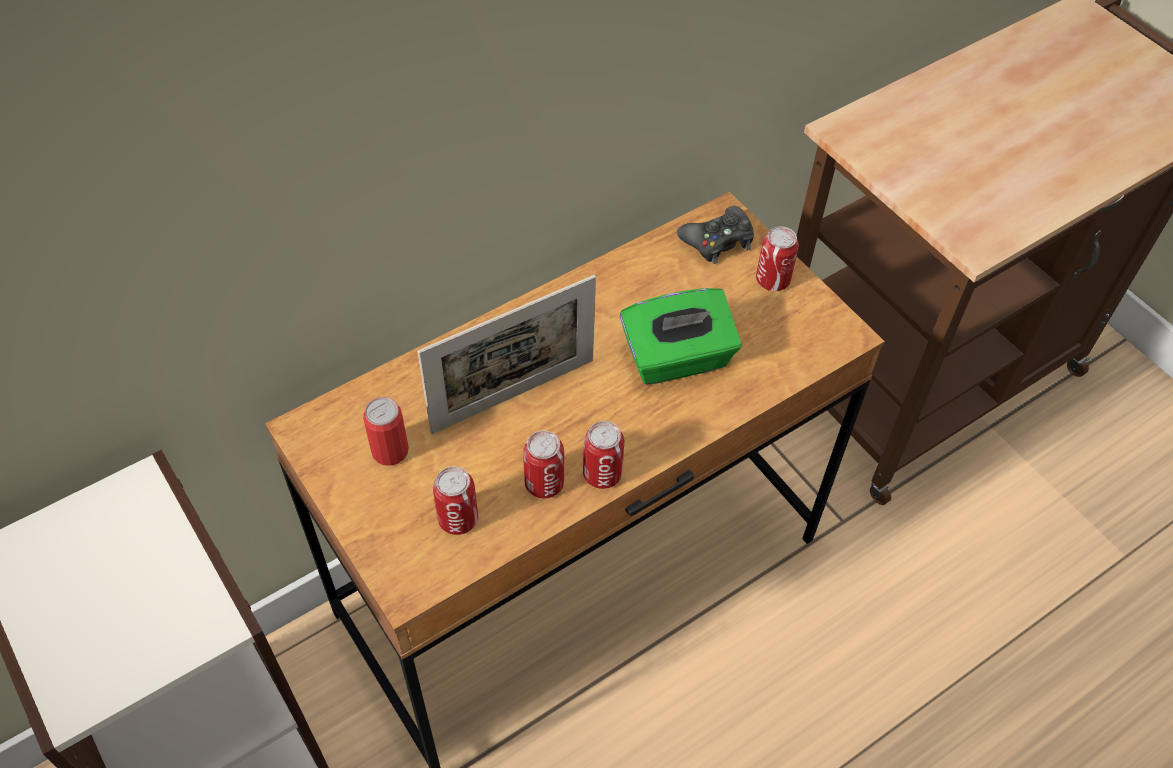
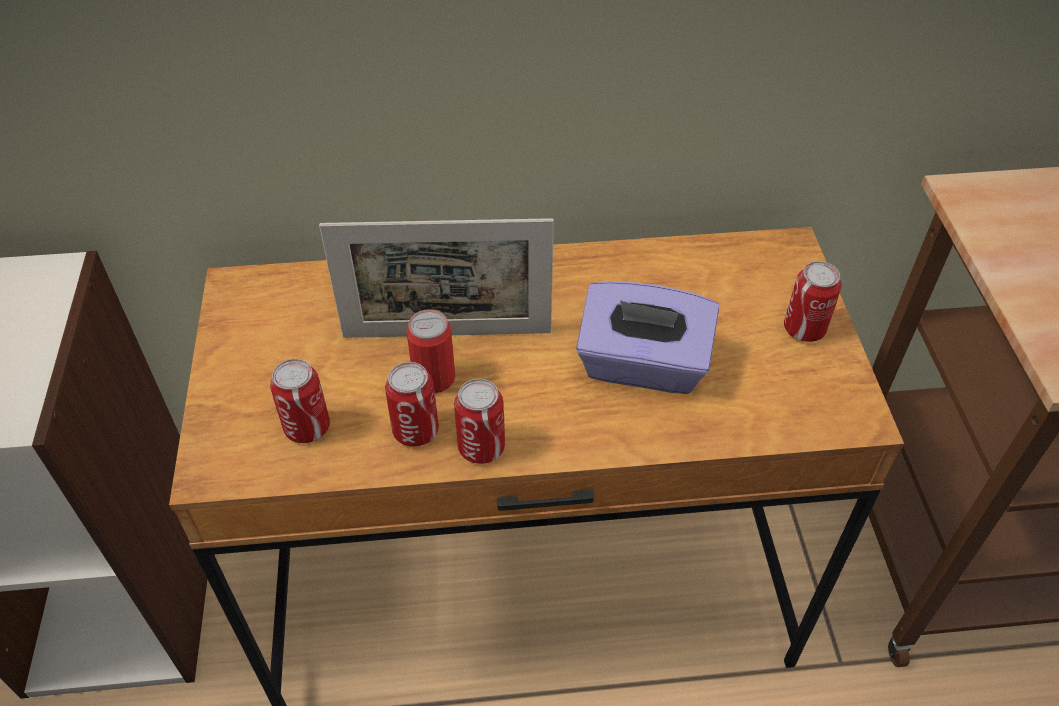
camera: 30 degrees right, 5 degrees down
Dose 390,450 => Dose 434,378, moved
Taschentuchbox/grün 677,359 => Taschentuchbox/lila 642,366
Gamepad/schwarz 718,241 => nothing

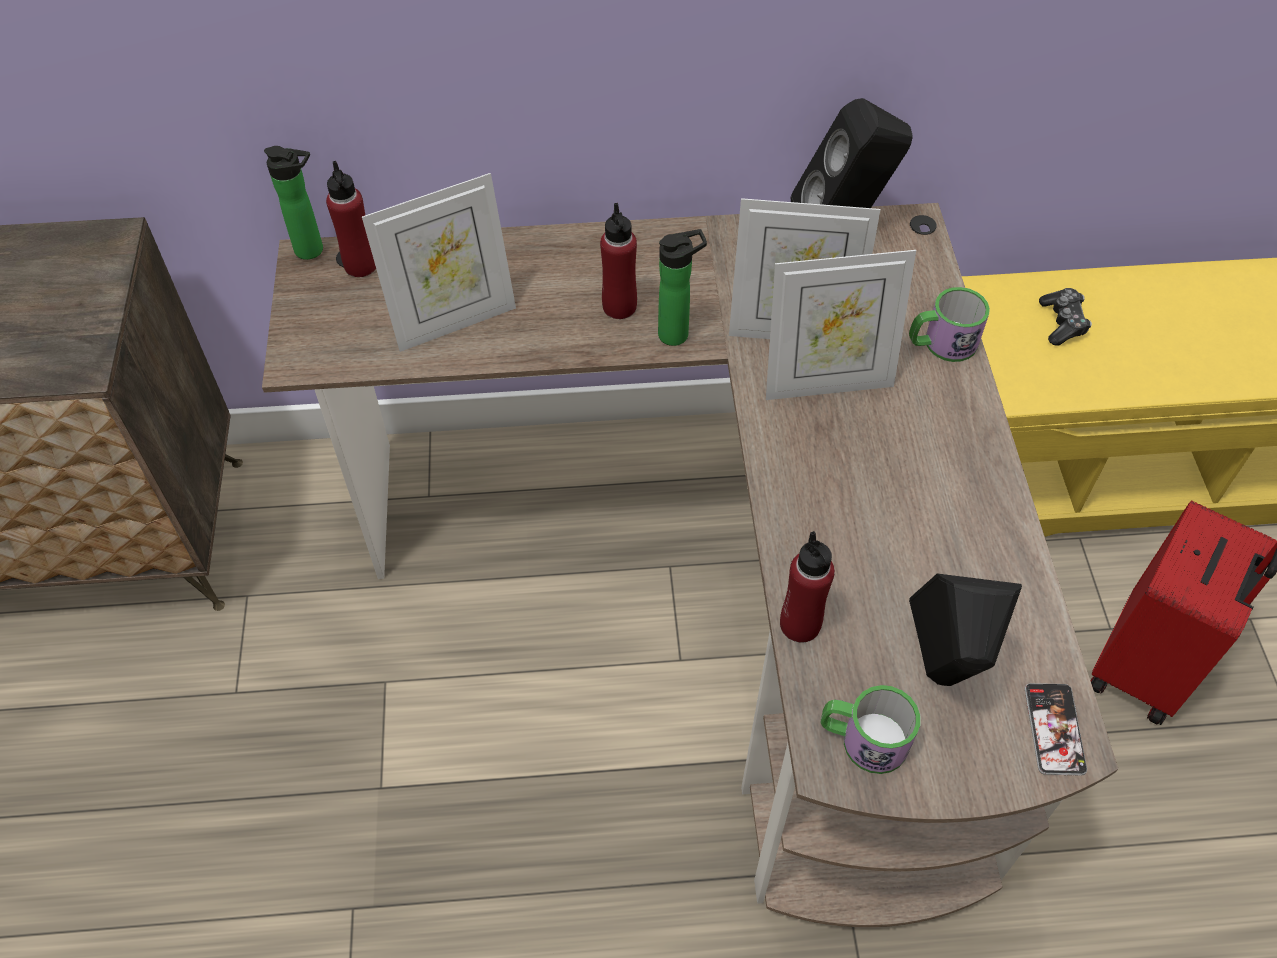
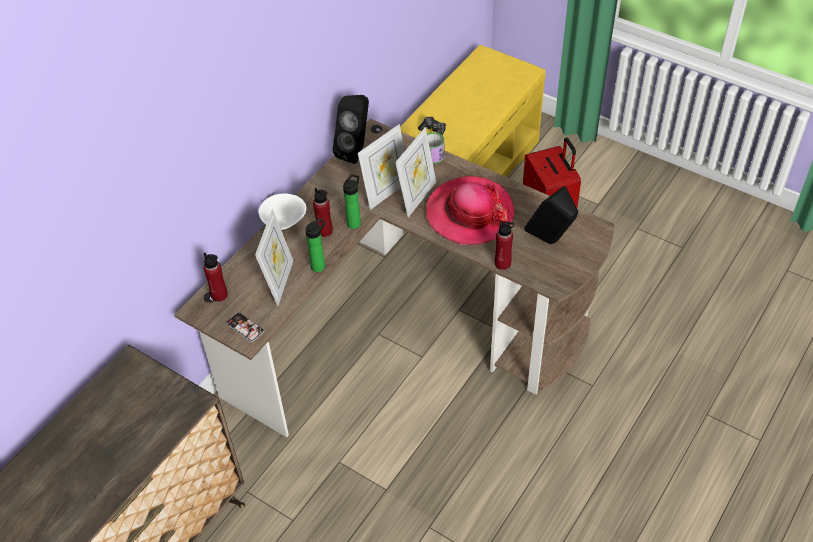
camera: 50 degrees left, 5 degrees down
Flasche 313,250 => Flasche 320,265, moved
Henkelbecher 863,739 => nothing
Handy 1054,729 => Handy 245,327, moved
nothing => Schüssel/weiß 284,223
nothing => Hut 469,213

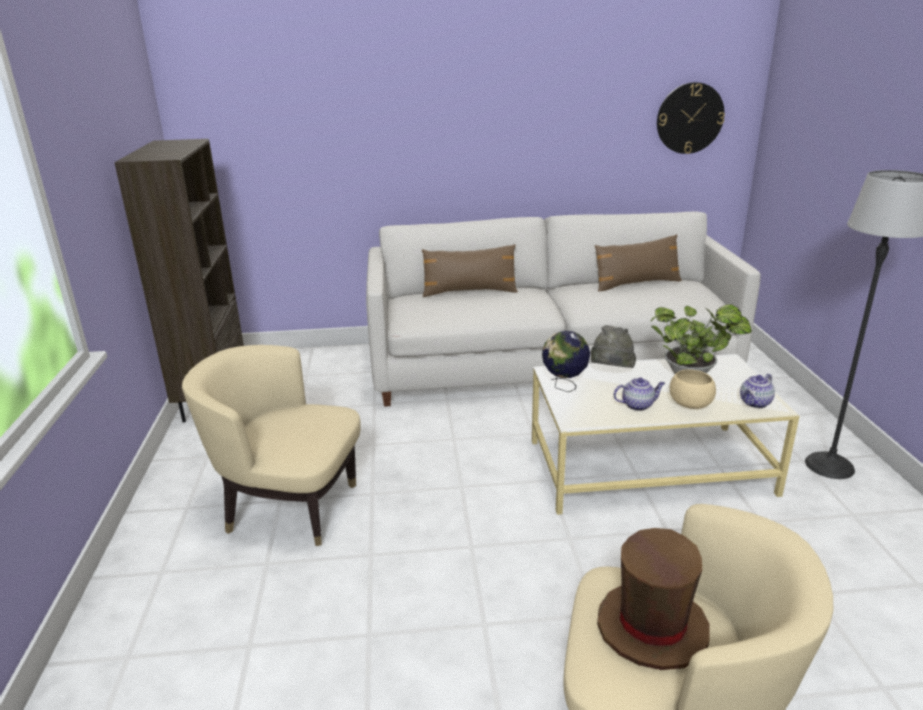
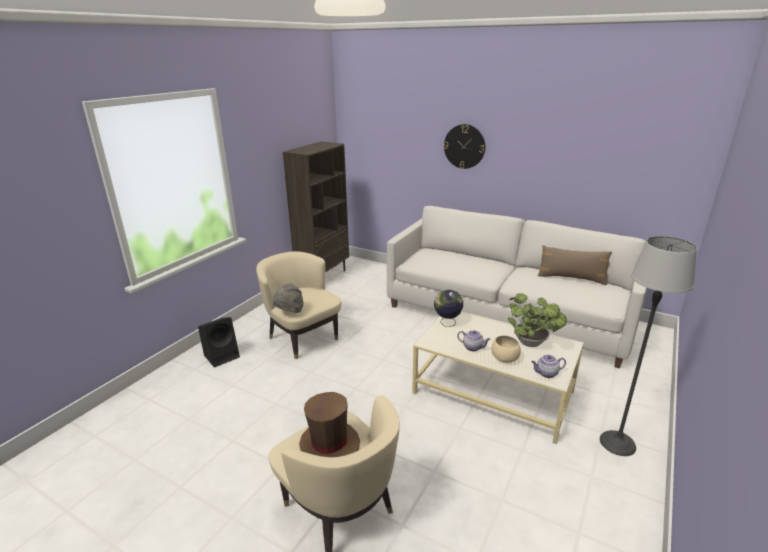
camera: 35 degrees right, 0 degrees up
Kissen/braun 469,292 => nothing
Hut/grau 610,372 => Hut/grau 289,311, moved
Wanduhr 690,118 => Wanduhr 464,146, moved
nothing => Lautsprecher/schwarz 222,356

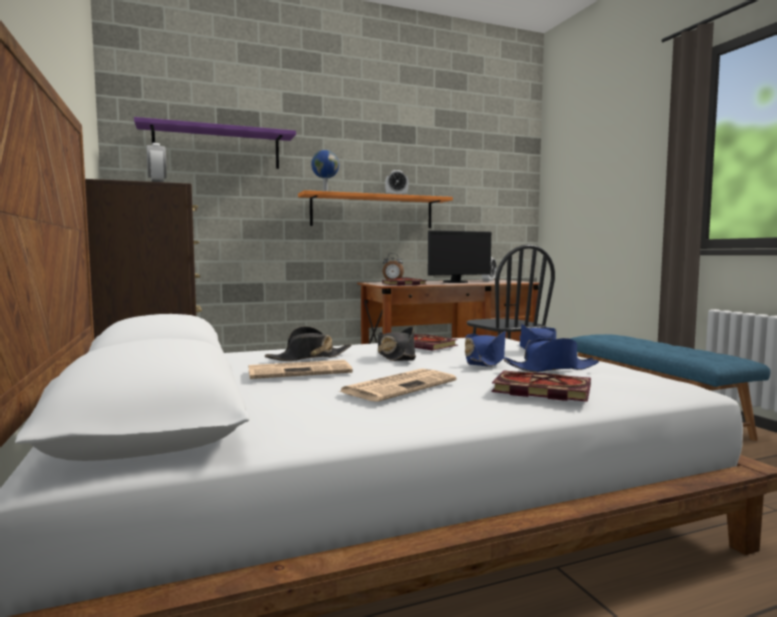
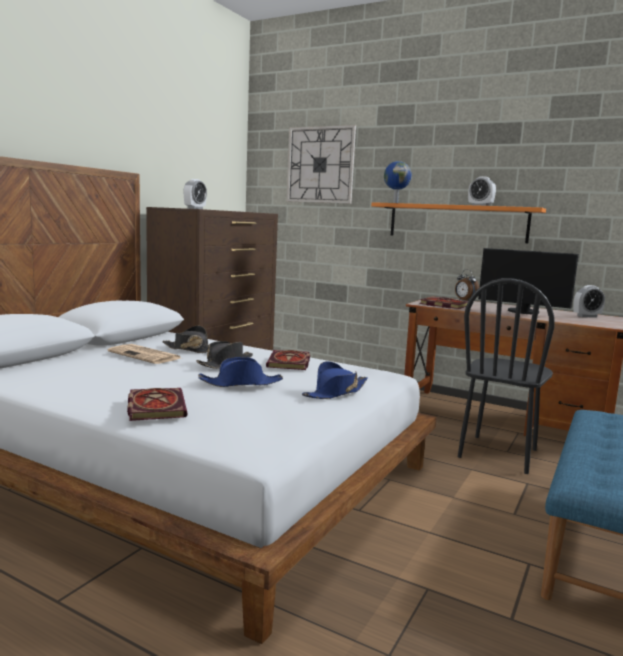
camera: 50 degrees right, 5 degrees up
Wandregal/lila 217,148 => Wanduhr 320,165
Zeitung 399,386 => nothing
Hut/blau 551,368 => nothing

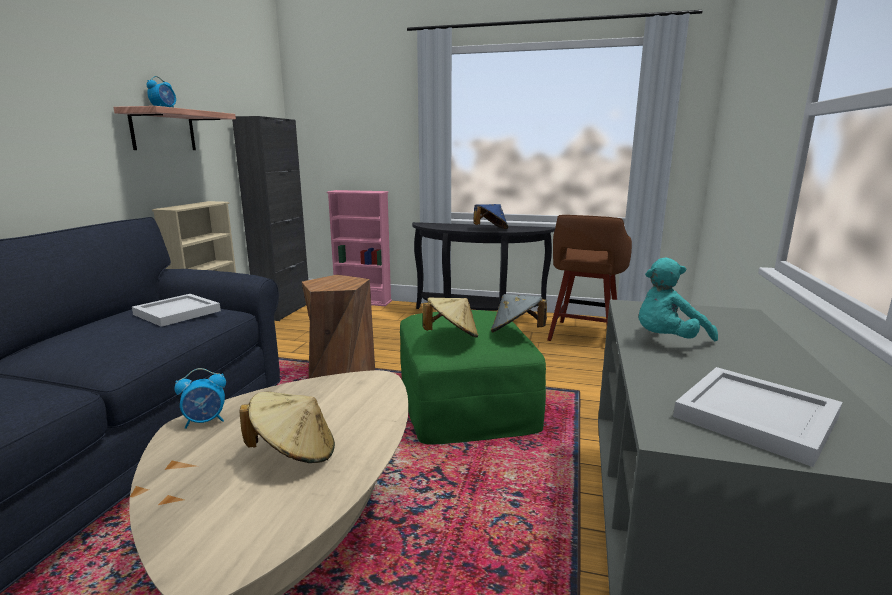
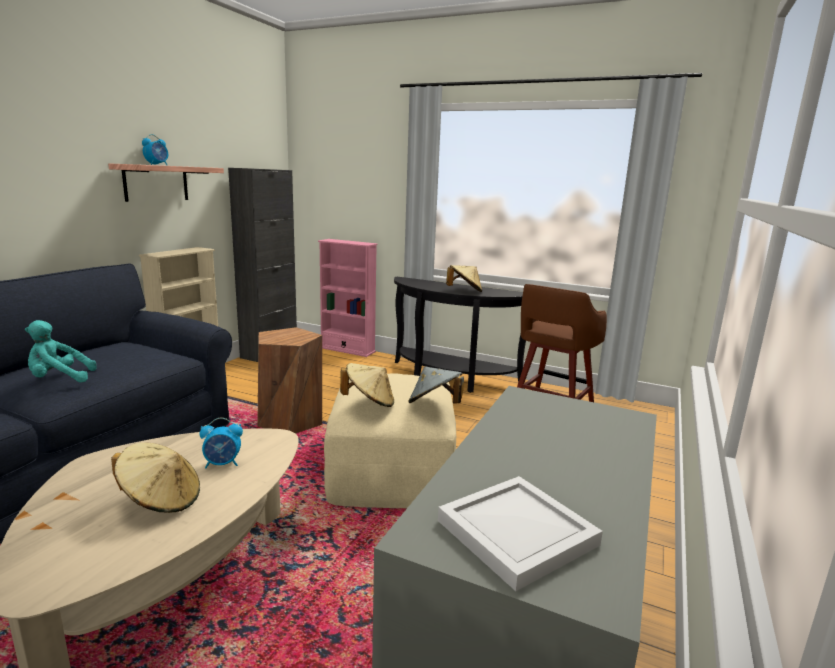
camera: 10 degrees right, 0 degrees up
Tablett/weiß 177,312 => nothing
Wecker 205,421 => Wecker 223,464, moved
Polsterhocker/grün 465,401 => Polsterhocker/beige 392,466
Hut/blau 490,229 => Hut/beige 464,291
Plüschtier/türkis 667,341 => Plüschtier/türkis 59,379, moved

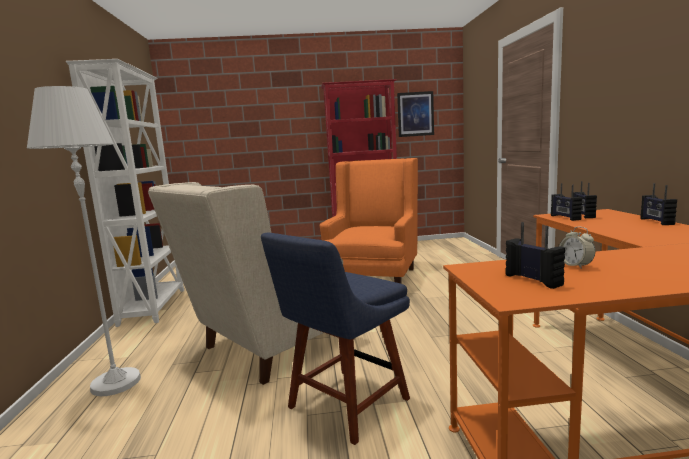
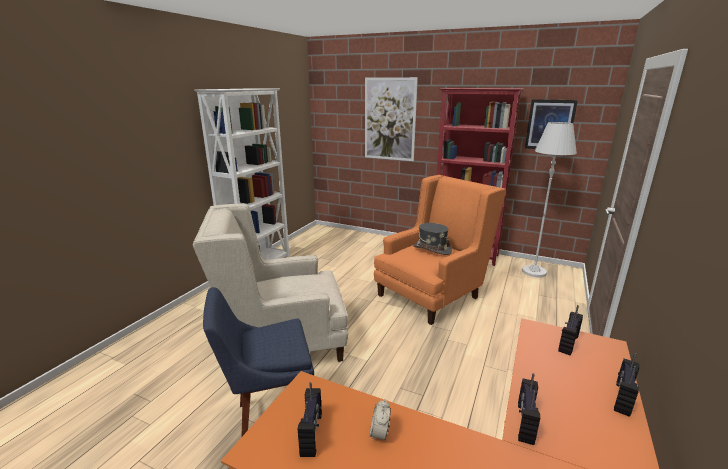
camera: 30 degrees right, 10 degrees up
Stehlampe/weiß 116,383 => Stehlampe/weiß 534,272, moved
Radio 565,217 => Radio 524,423, moved
nothing => Bild 389,119
nothing => Hut/grau 432,249

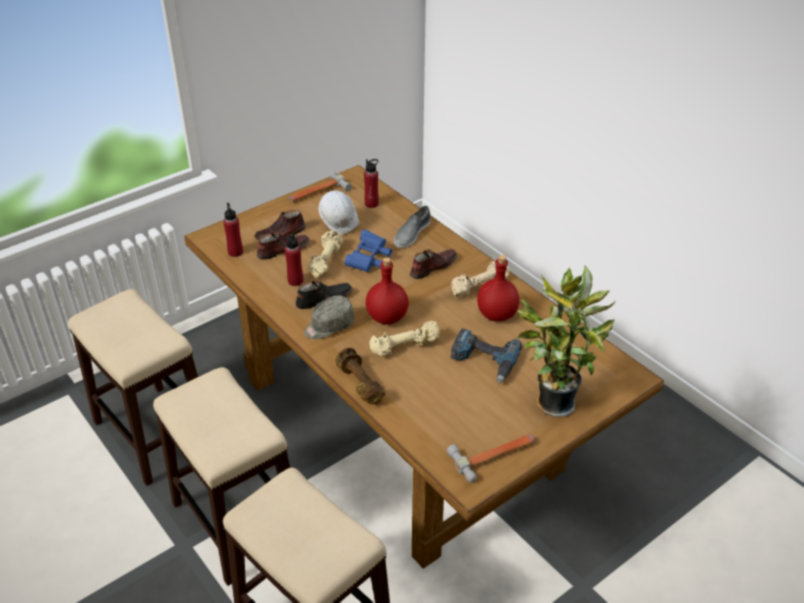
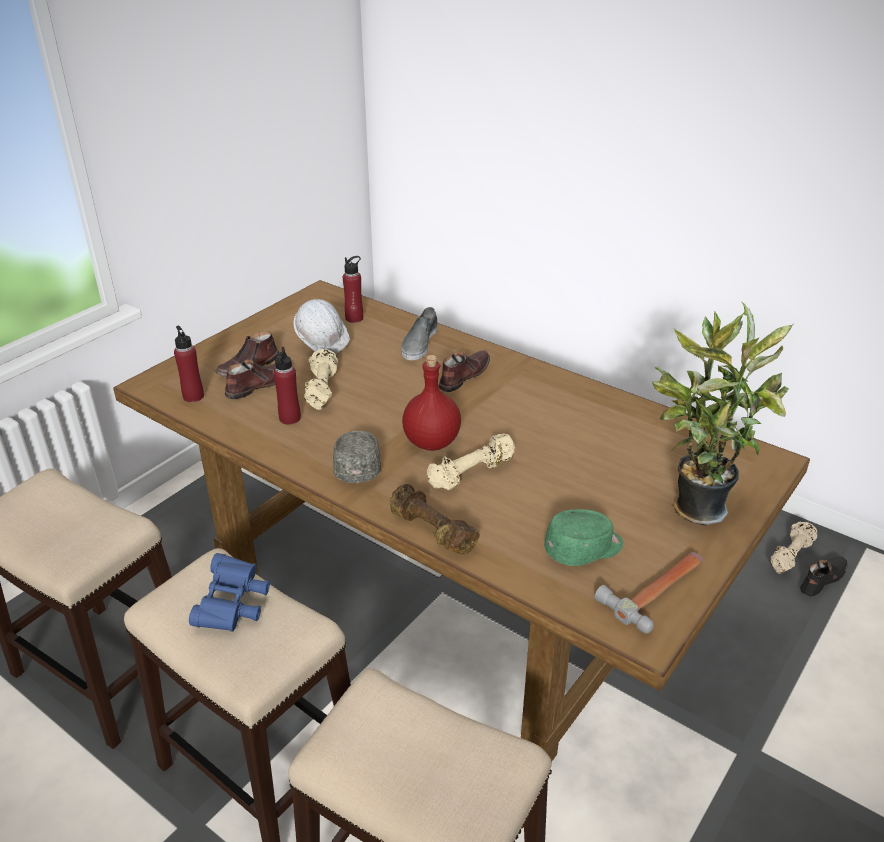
camera: 15 degrees left, 5 degrees down
Hammer 317,192 => nothing
Schuh/schwarz 324,299 => Schuh/schwarz 822,579, moved
Kappe/grau 329,326 => Kappe/grau 358,465, 135 degrees clockwise
Fernglas/blau 369,260 => Fernglas/blau 233,606, moved
Hantel/beige 479,286 => Hantel/beige 790,555, moved
Bohrmaschine 483,360 => nothing
Flasche/rot 497,314 => nothing
nothing => Kappe/grün 584,549

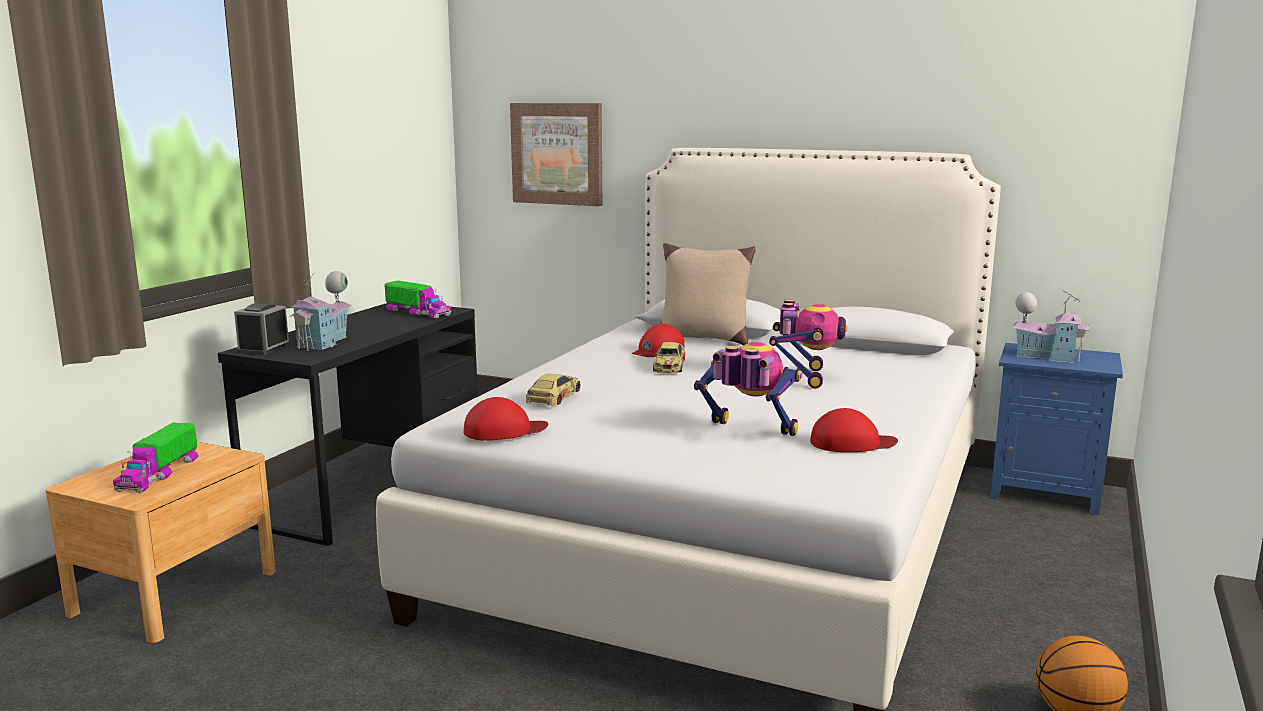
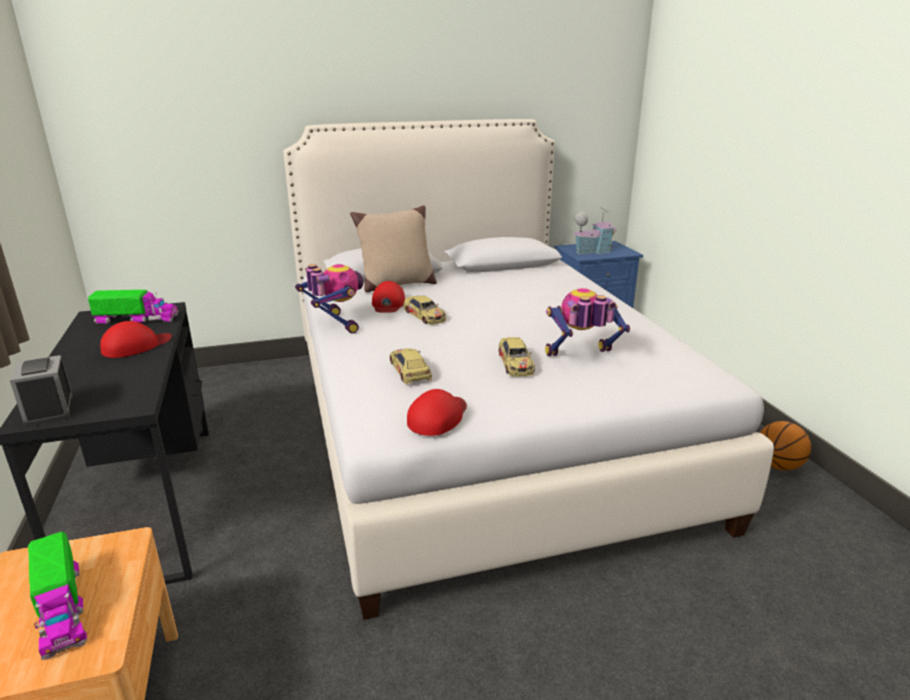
camera: 40 degrees left, 10 degrees up
Spielzeughaus 325,342 => nothing
Bild 557,154 => nothing
Spielzeugroboter 804,377 => Spielzeugroboter 334,324, moved
Kappe/rot 852,443 => Kappe/rot 136,346, moved
nothing => Spielzeugauto 515,362

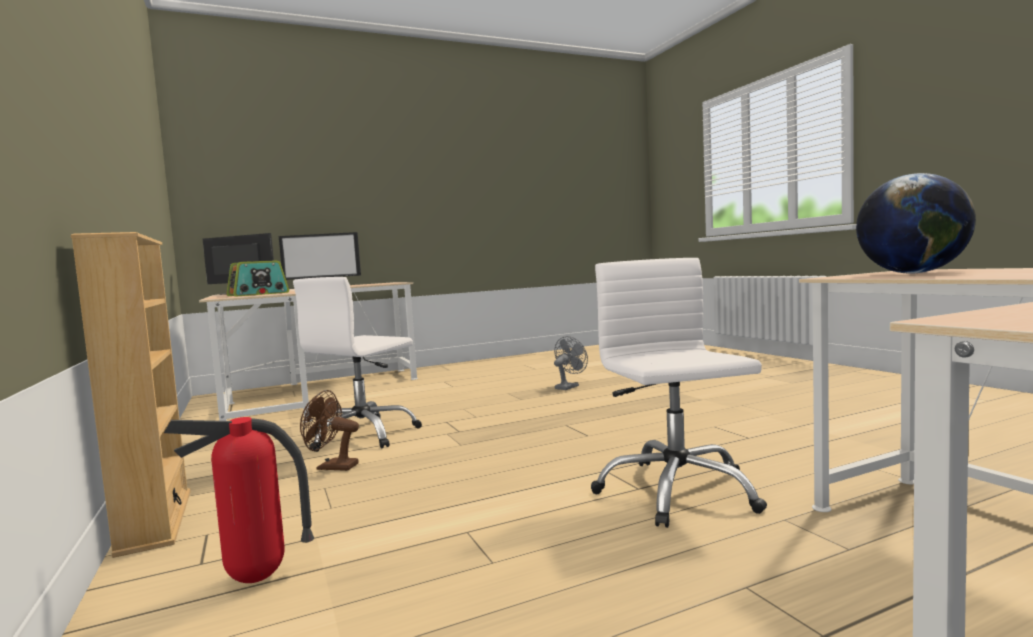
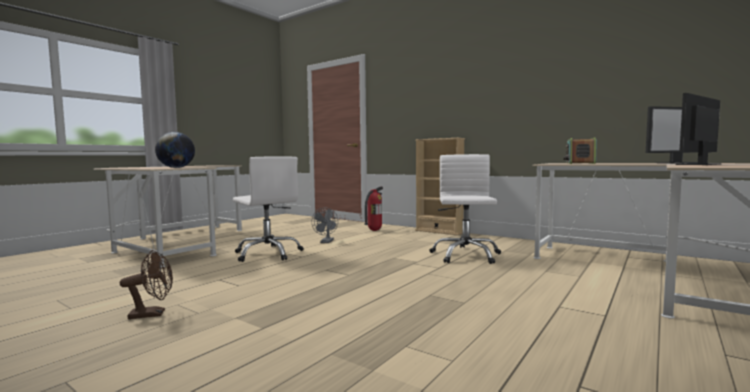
camera: 150 degrees right, 0 degrees up
Ventilator/braun 331,467 => Ventilator/braun 153,314, moved
Ventilator/grau 569,386 => Ventilator/grau 326,242, moved

